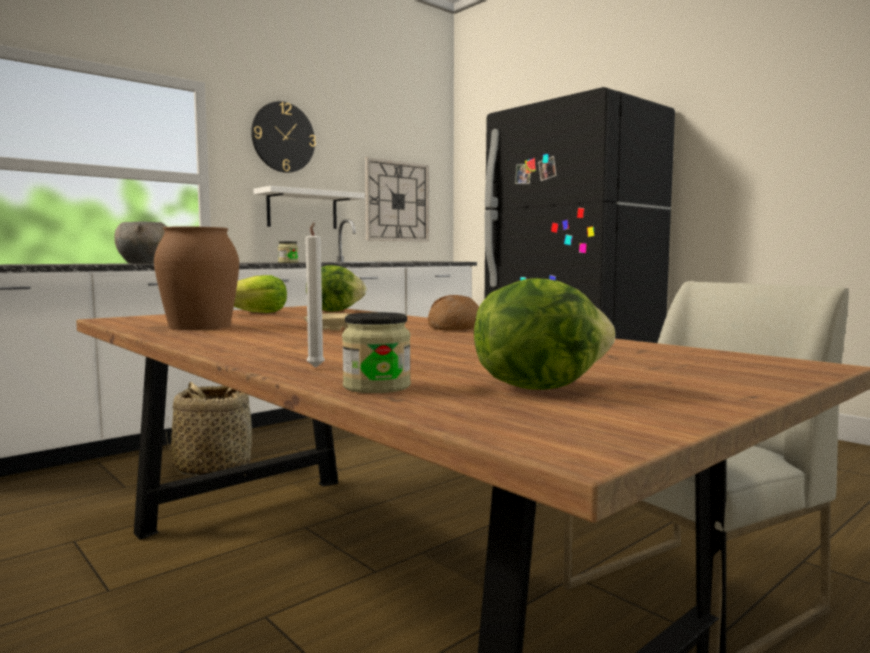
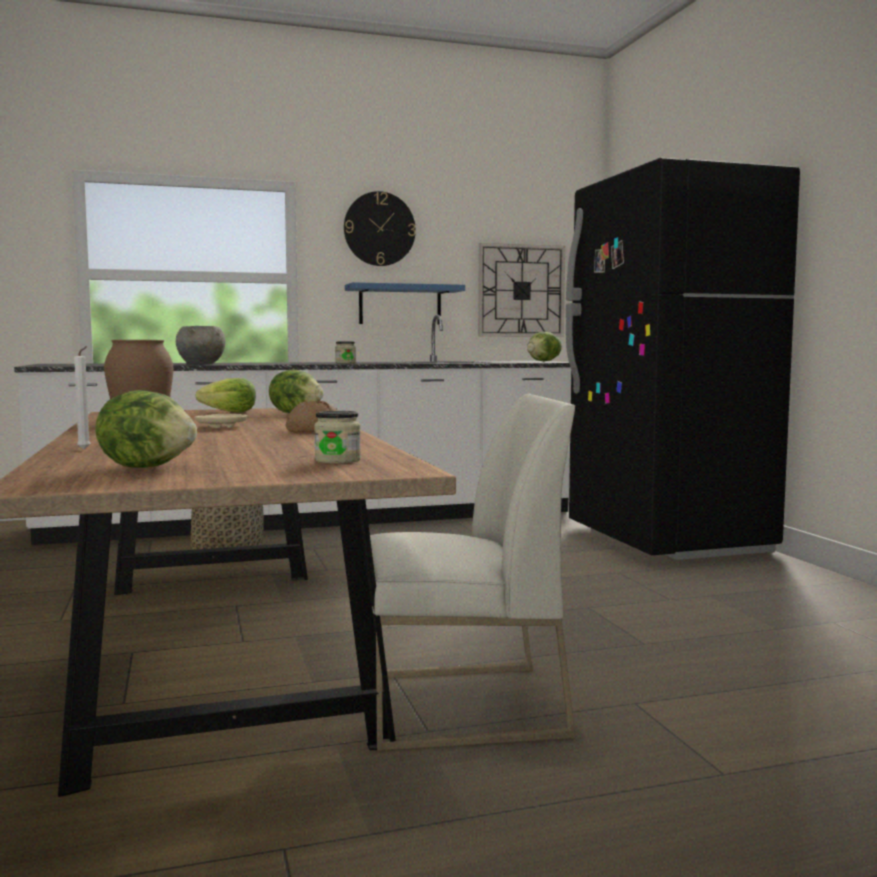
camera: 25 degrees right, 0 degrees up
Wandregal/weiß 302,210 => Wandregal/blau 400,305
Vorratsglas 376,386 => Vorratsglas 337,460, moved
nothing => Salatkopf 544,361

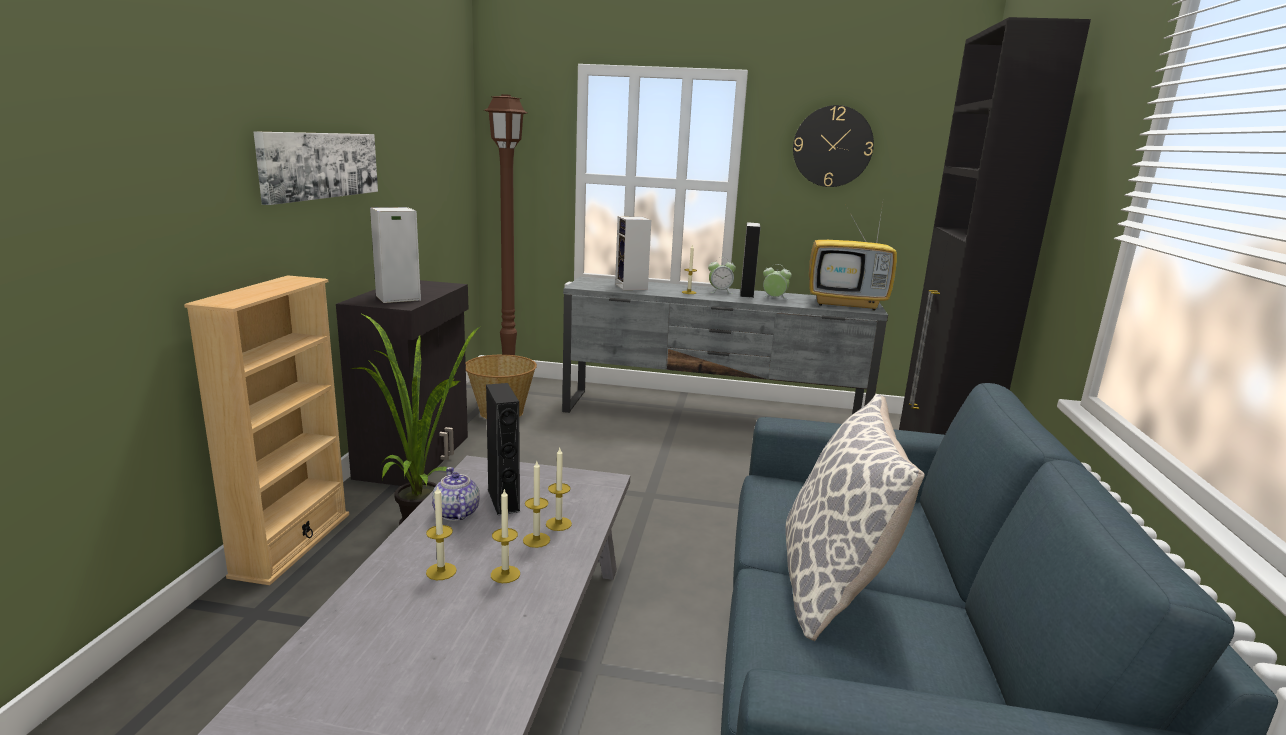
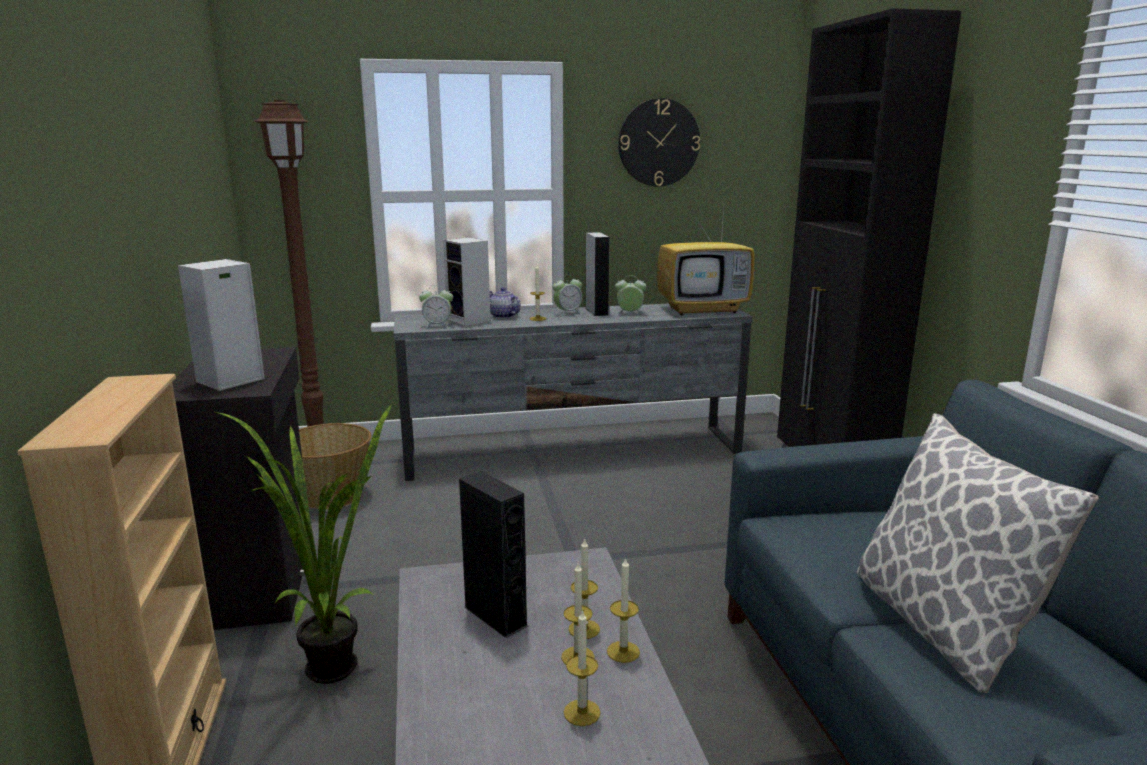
camera: 20 degrees left, 0 degrees up
Bild 319,165 => nothing
Kerze 441,571 => Kerze 623,652, moved
Teekanne 456,513 => Teekanne 503,316, moved
nothing => Wecker 437,326

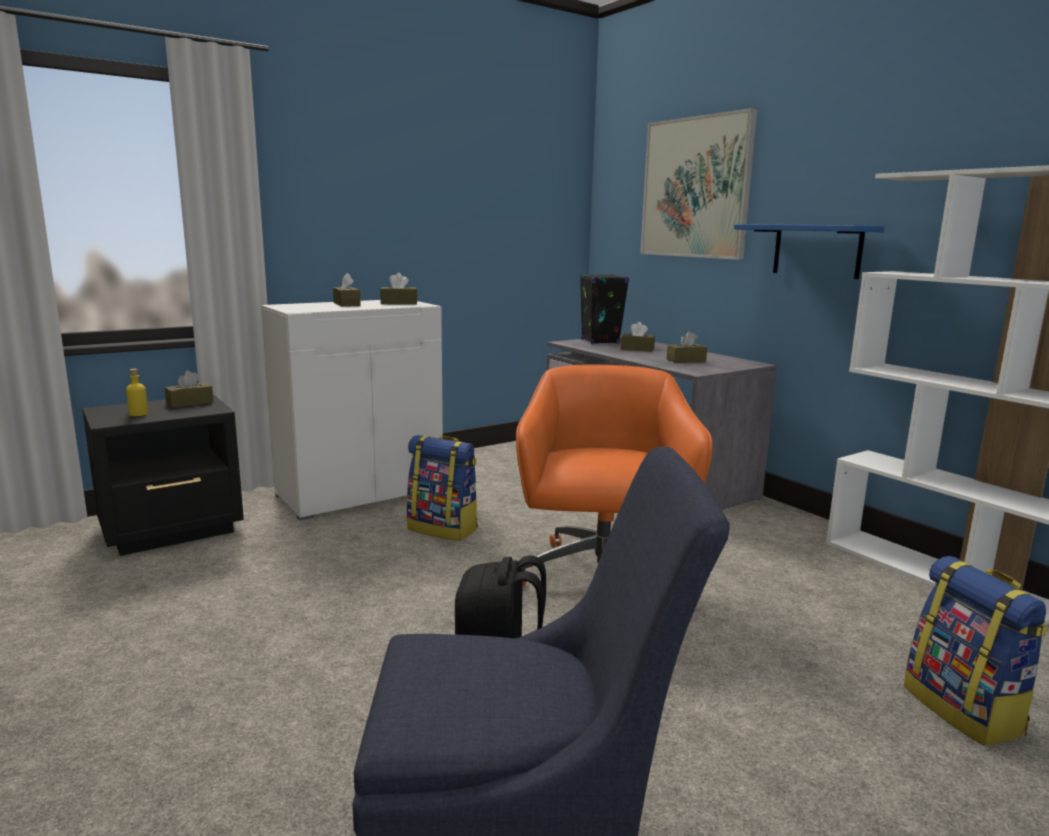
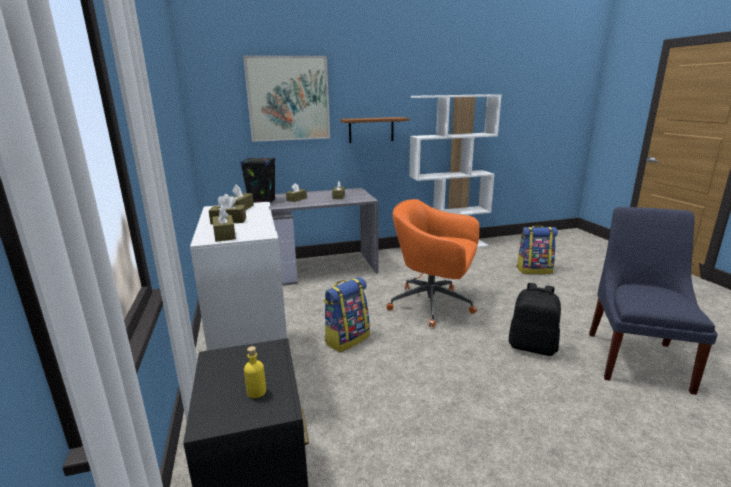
camera: 70 degrees left, 5 degrees up
Taschentuchbox/braun 190,403 => Taschentuchbox/braun 224,235, moved
Wandregal/blau 817,250 => Wandregal/braun 371,130

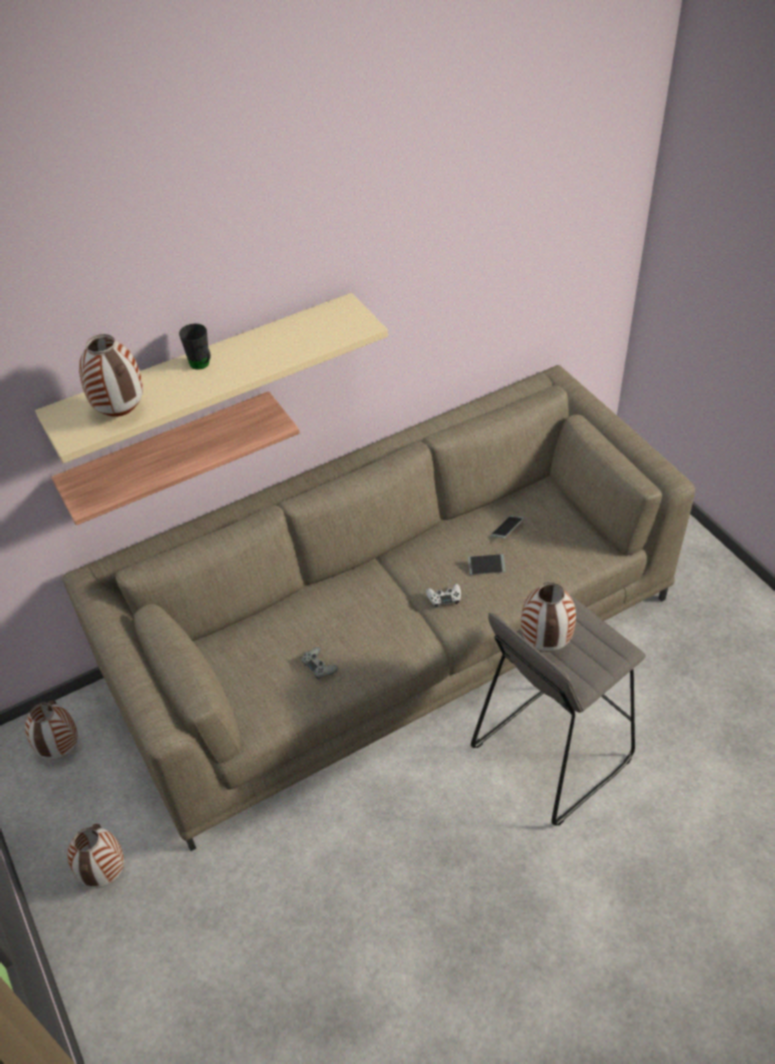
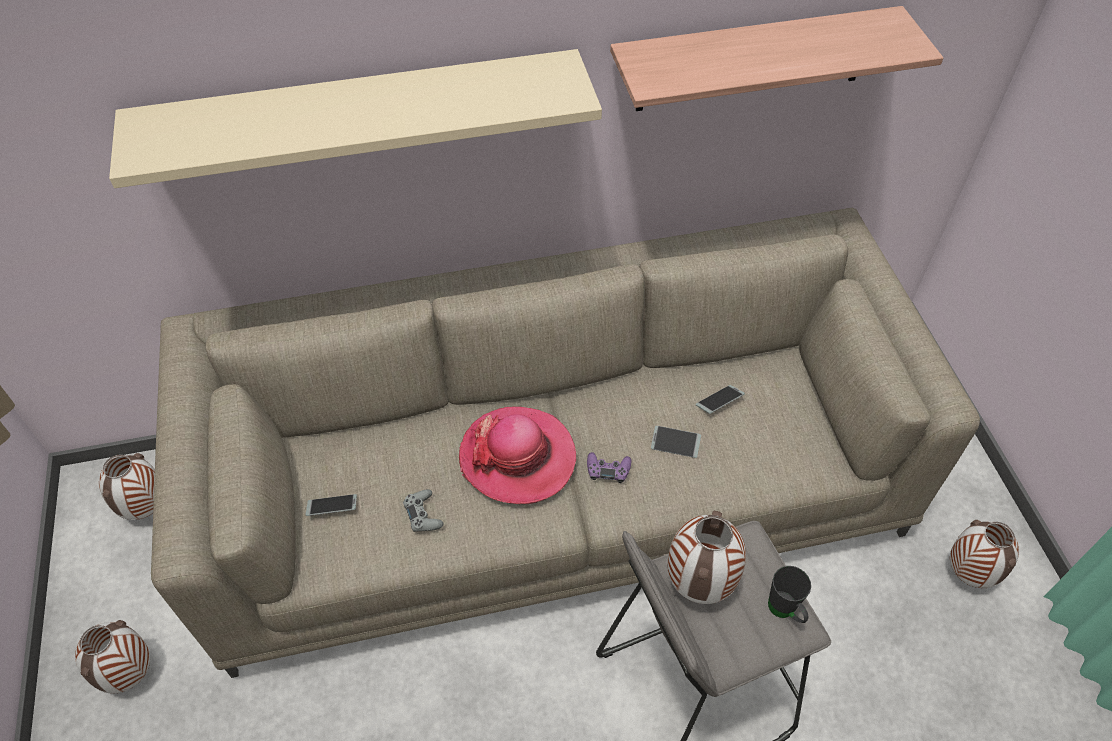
camera: 15 degrees right, 5 degrees up
Wandregal 169,455 => Wandregal 752,60, moved
Vase 120,413 => Vase 967,574, moved
Henkelbecher/schwarz 202,366 => Henkelbecher/schwarz 785,612, moved
Gamepad/weiß 444,598 => Gamepad/lila 608,470
nothing => Handy 332,507
nothing => Hut 518,457

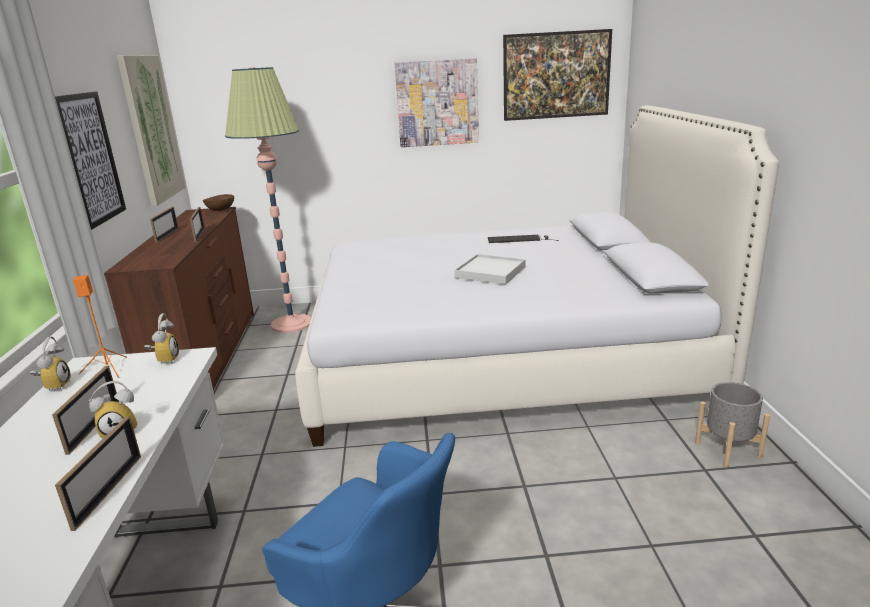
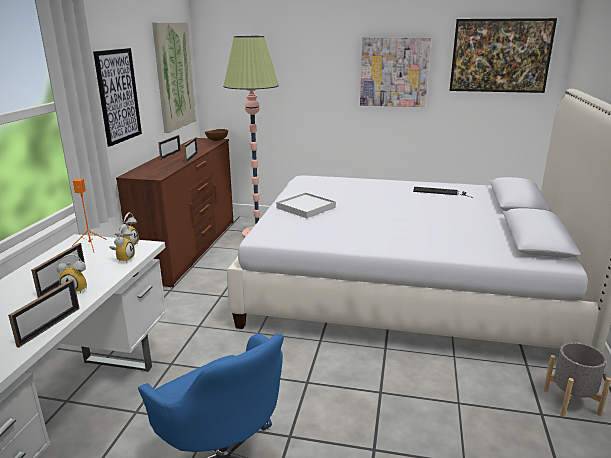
camera: 15 degrees right, 0 degrees up
Wecker 55,386 => Wecker 123,259, moved
Tablett/weiß 490,272 => Tablett/weiß 306,207, moved

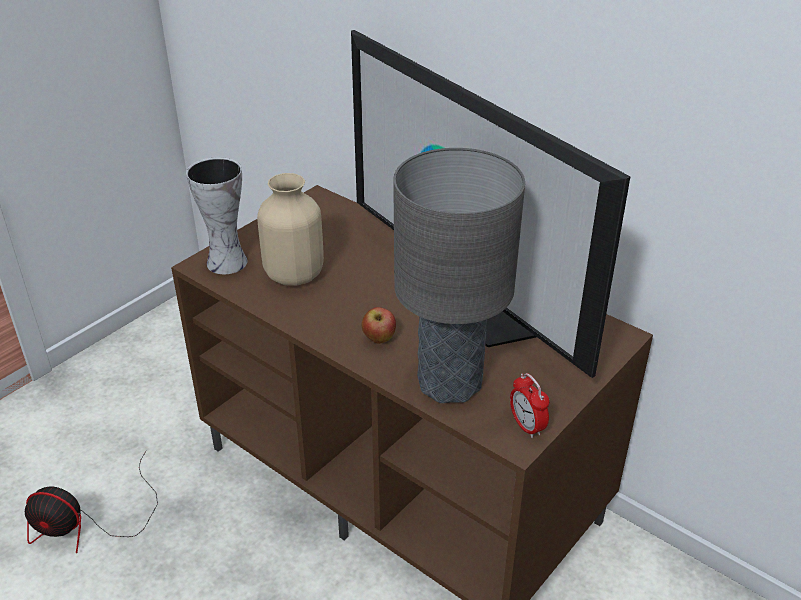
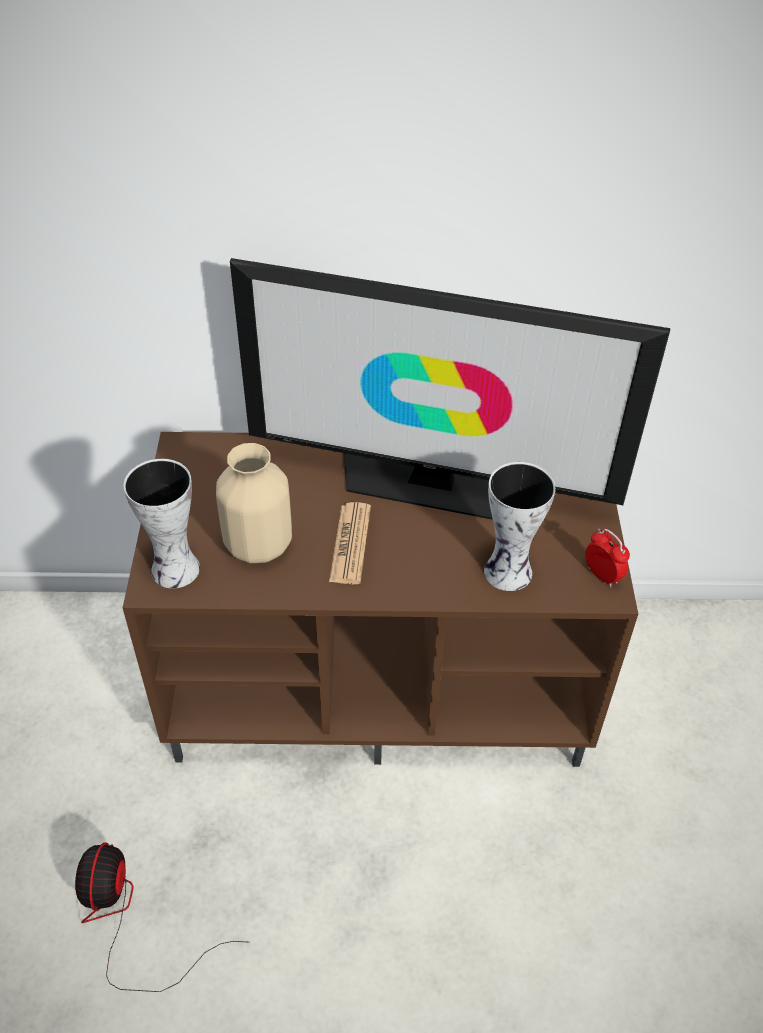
camera: 40 degrees left, 10 degrees up
Ventilator 89,523 => Ventilator 128,919, 120 degrees clockwise
Apfel 379,339 => nothing
Tischlampe/grau 449,383 => Vase 509,573
Wecker 527,426 => Wecker 602,575, 150 degrees counterclockwise
nothing => Zeitung 350,544

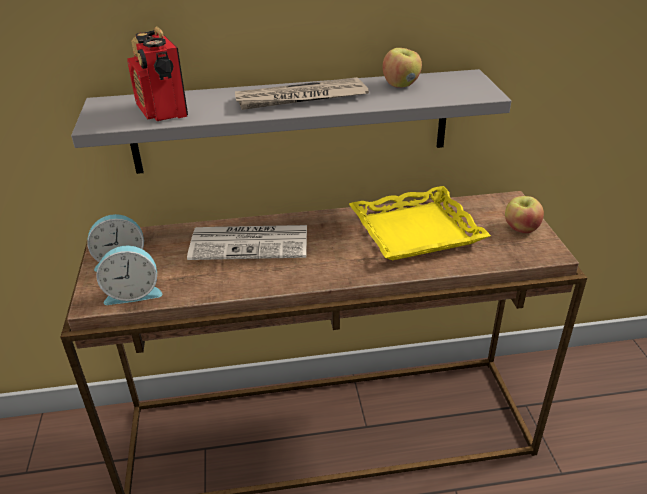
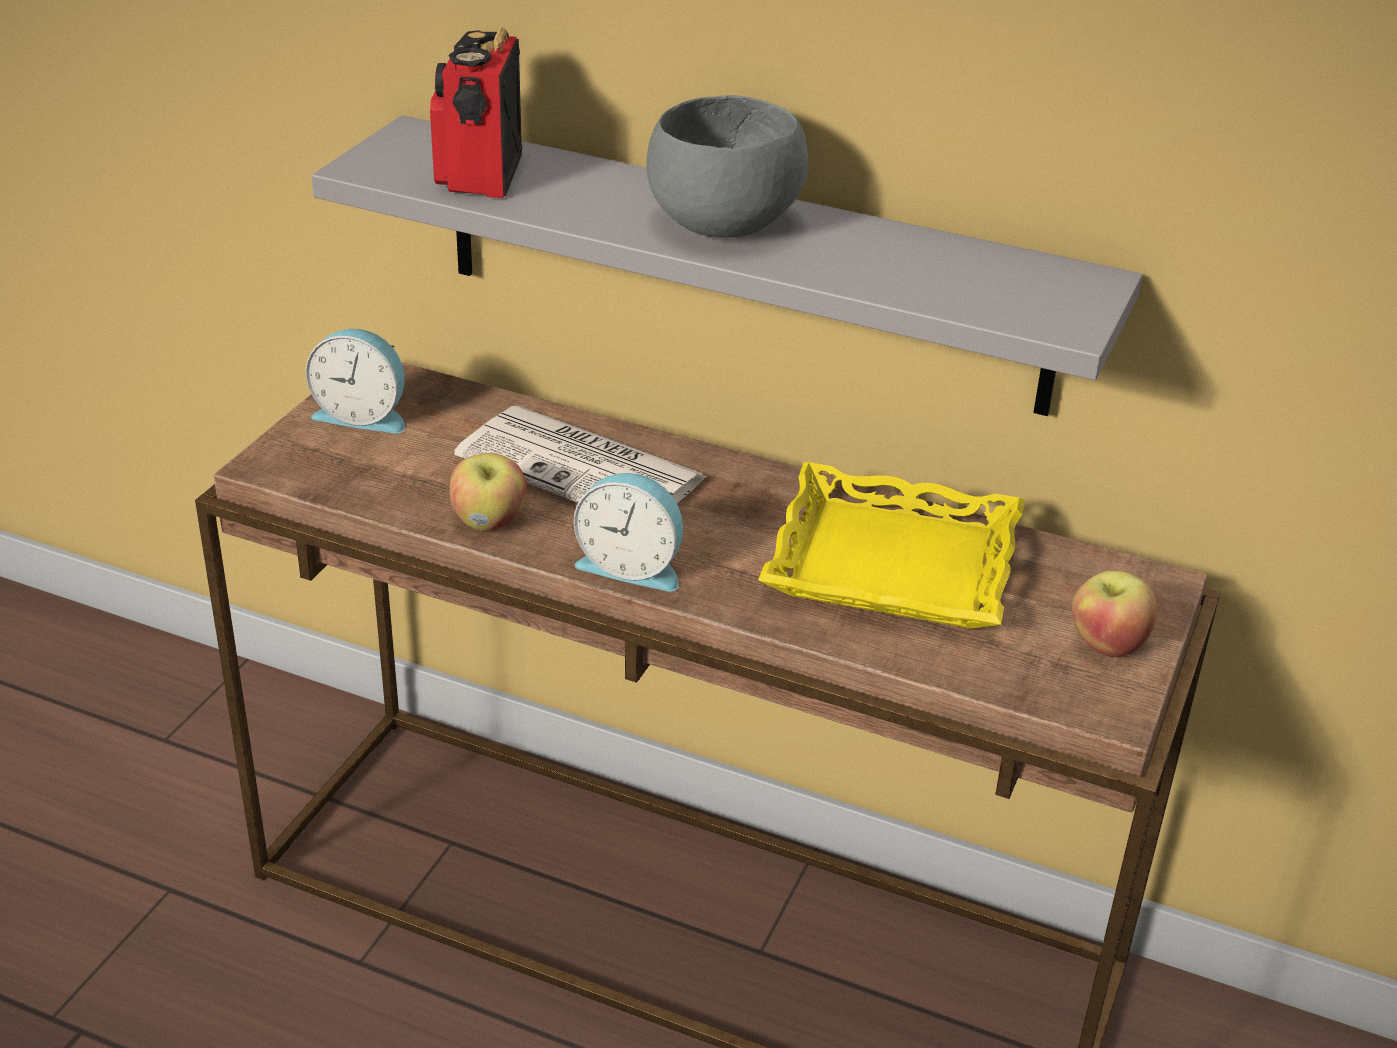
camera: 30 degrees right, 0 degrees up
Wecker 133,293 => Wecker 632,566, moved
Zeitung 300,98 => Schüssel/grau 721,225
Apfel 401,84 => Apfel 489,522, moved

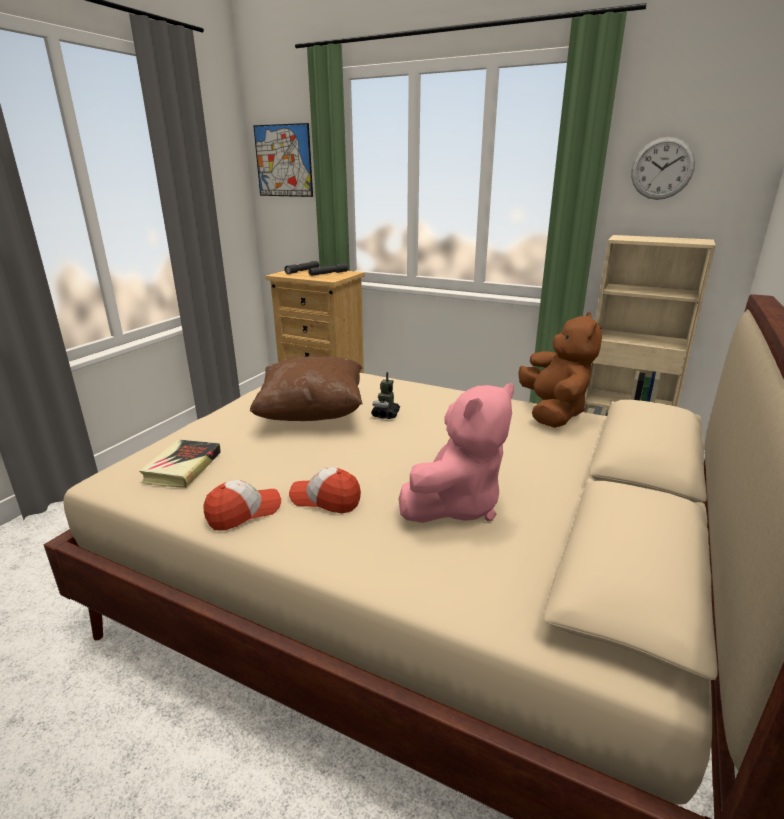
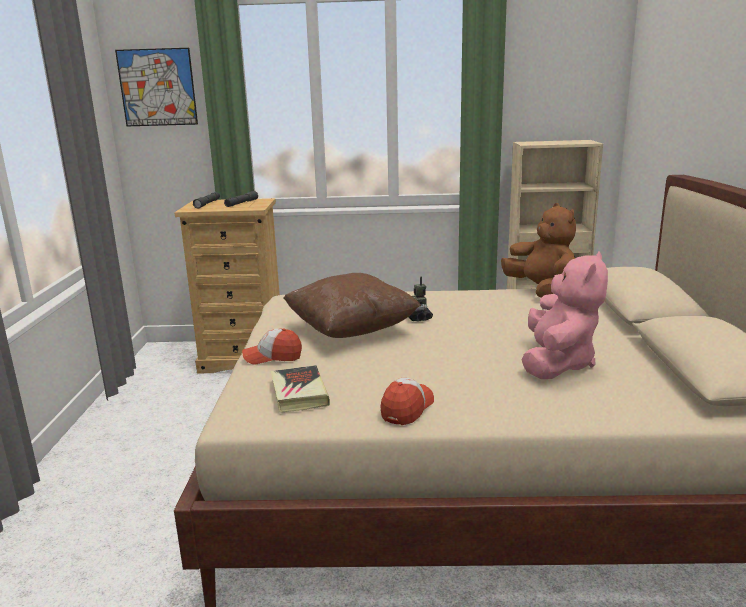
camera: 25 degrees left, 5 degrees down
Kappe 325,499 => Kappe 272,357, moved
Wanduhr 662,168 => nothing

